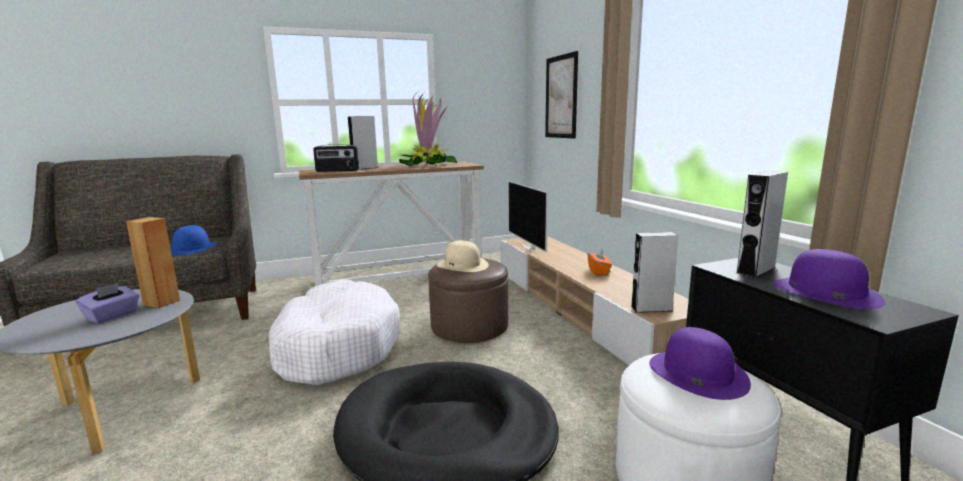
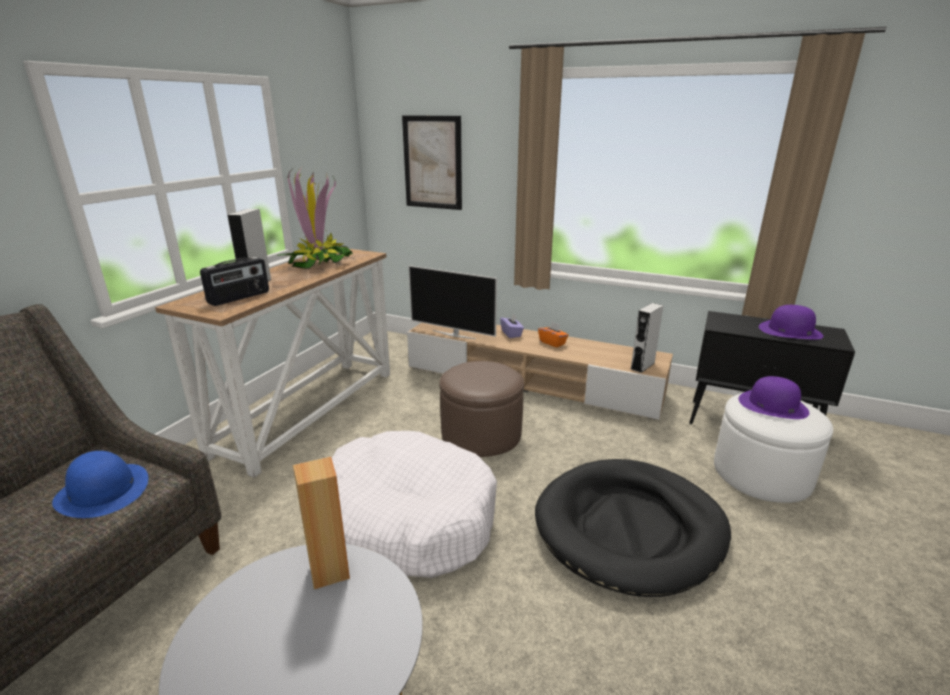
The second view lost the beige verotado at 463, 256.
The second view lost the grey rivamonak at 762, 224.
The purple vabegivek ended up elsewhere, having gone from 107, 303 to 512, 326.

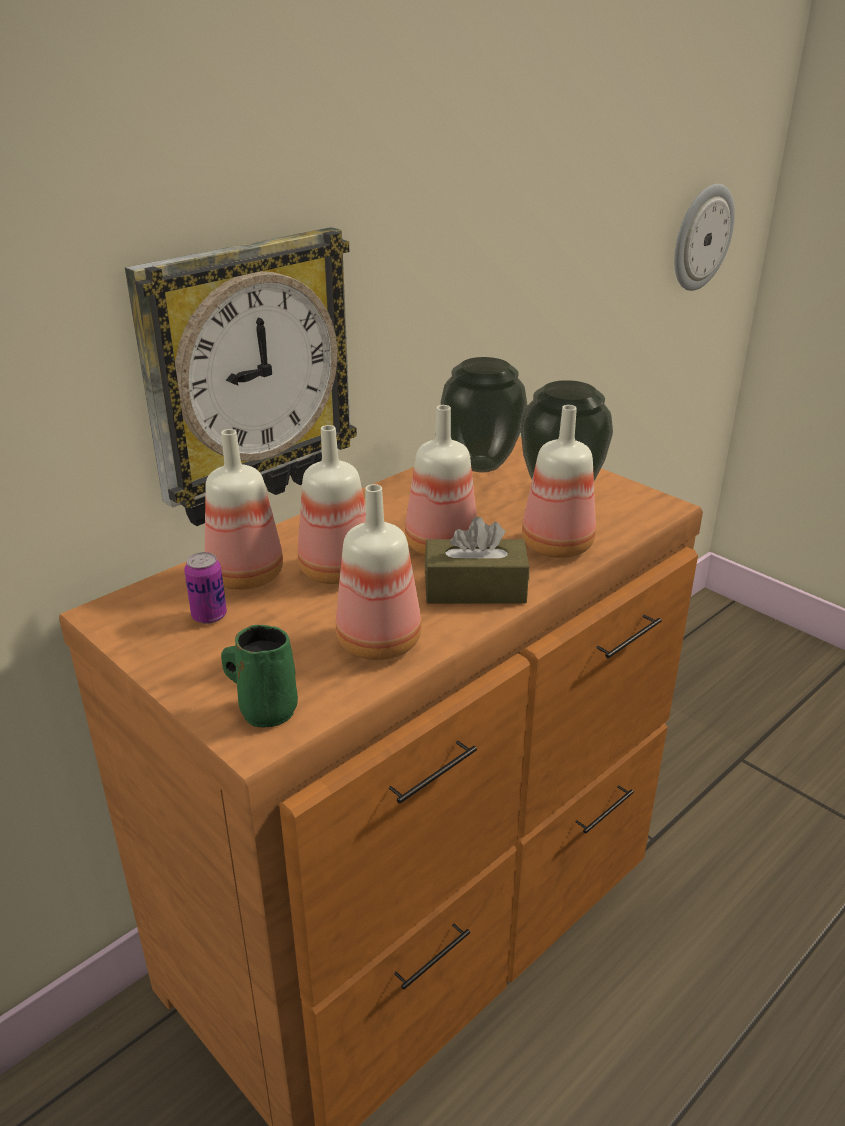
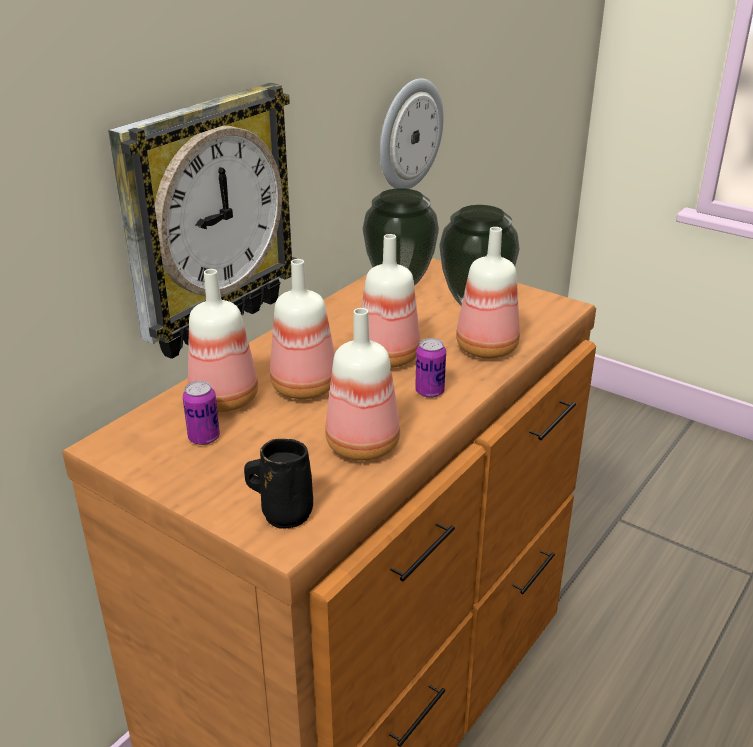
The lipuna ended up elsewhere, having gone from 704, 237 to 412, 133.
Where the brown vabegivek stood at 477, 560, the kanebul came to stand at 430, 368.
What was the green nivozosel at 259, 676 turned into the black nivozosel at 278, 484.

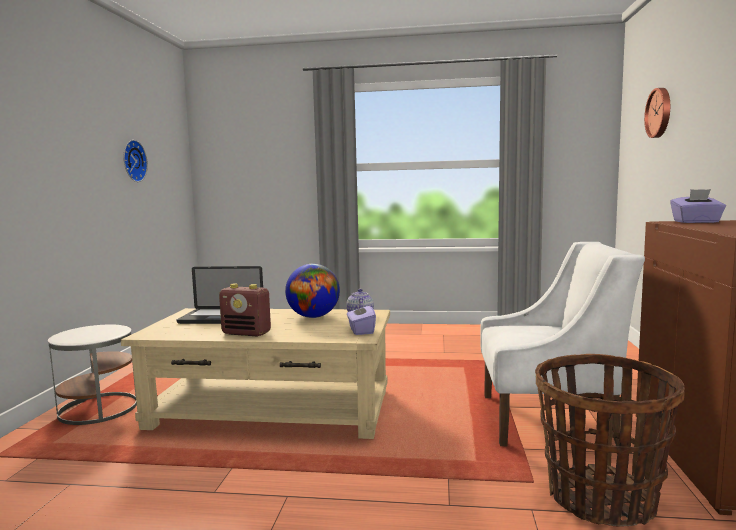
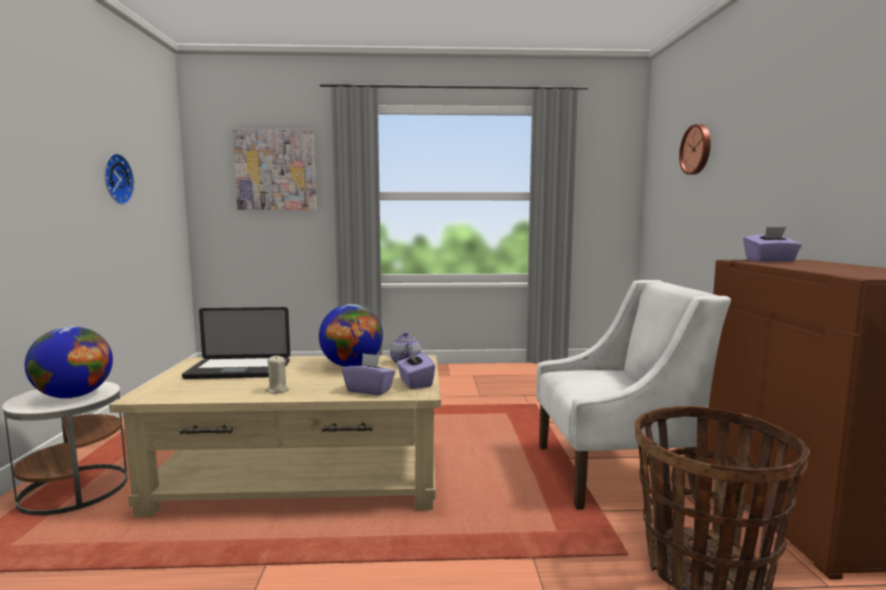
The second view gained the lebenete at 69, 362.
The second view gained the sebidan at 275, 169.
The second view gained the purple vabegivek at 368, 374.
Where the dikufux stood at 245, 310, the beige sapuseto came to stand at 277, 375.

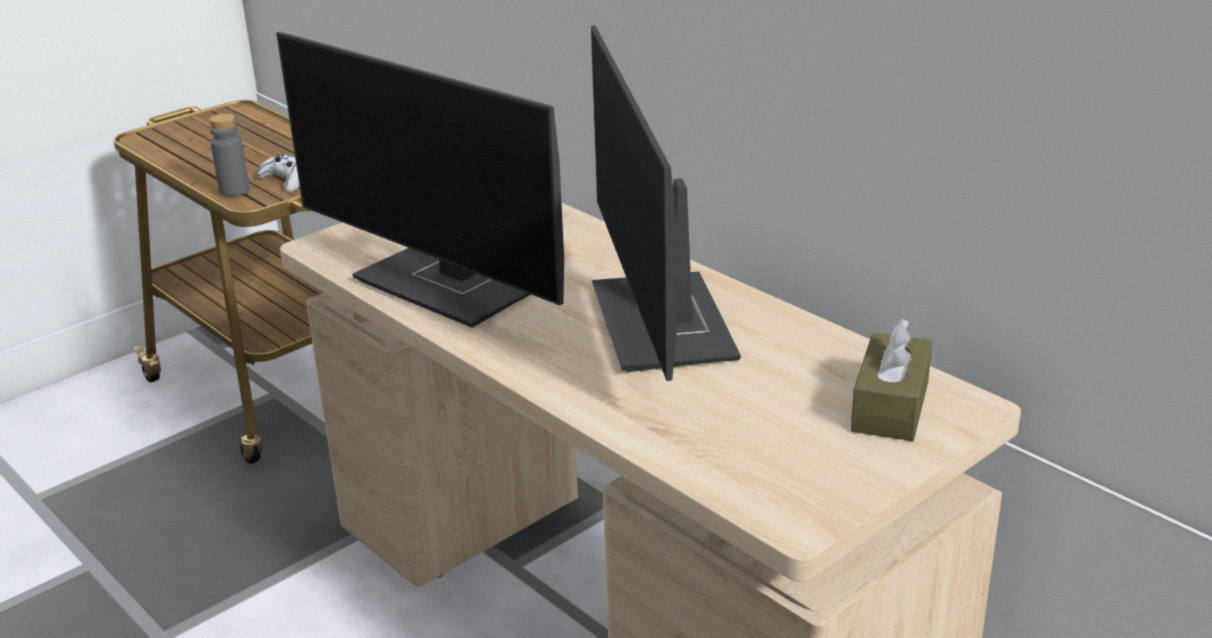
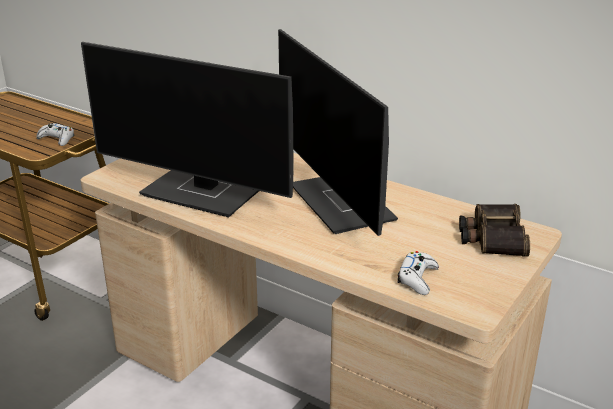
The second view lost the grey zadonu at 229, 154.
The second view gained the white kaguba at 418, 273.
Where the brown vabegivek stood at 891, 379, the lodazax came to stand at 494, 230.

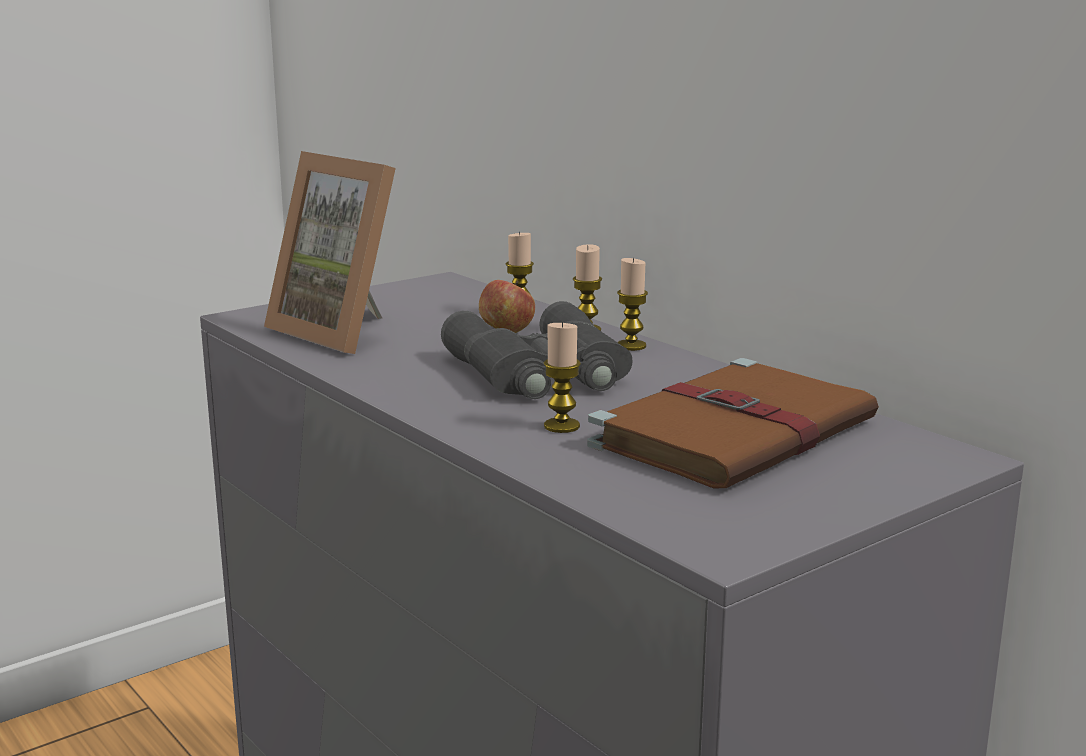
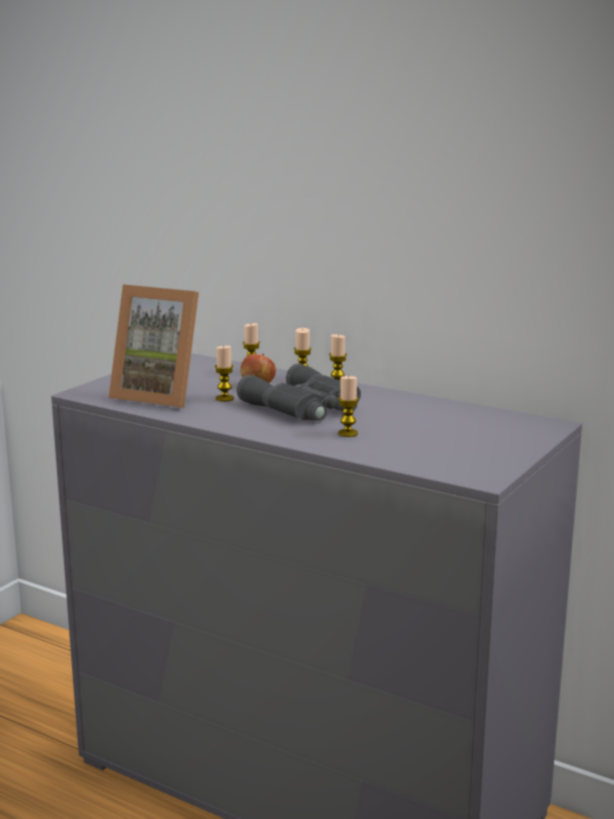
The second view lost the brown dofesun at 733, 423.
The second view gained the sapuseto at 224, 373.

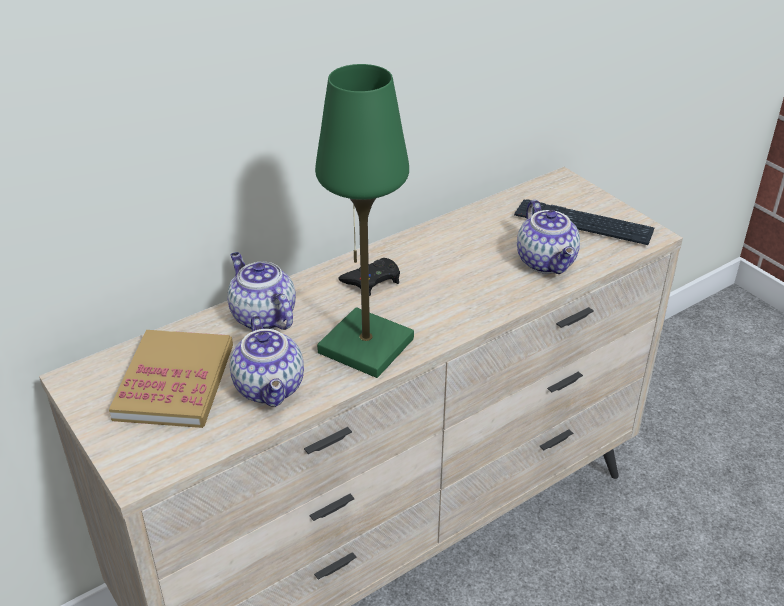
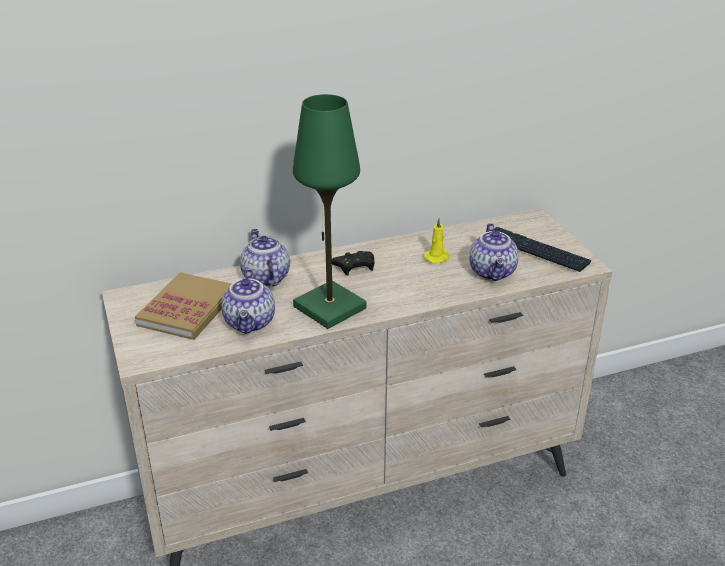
The second view gained the yellow sapuseto at 436, 241.

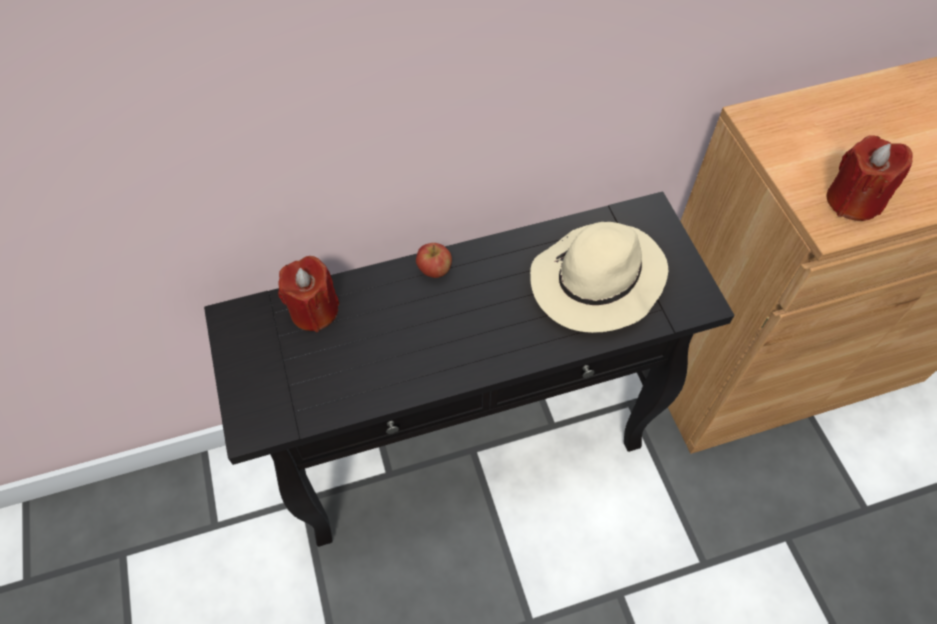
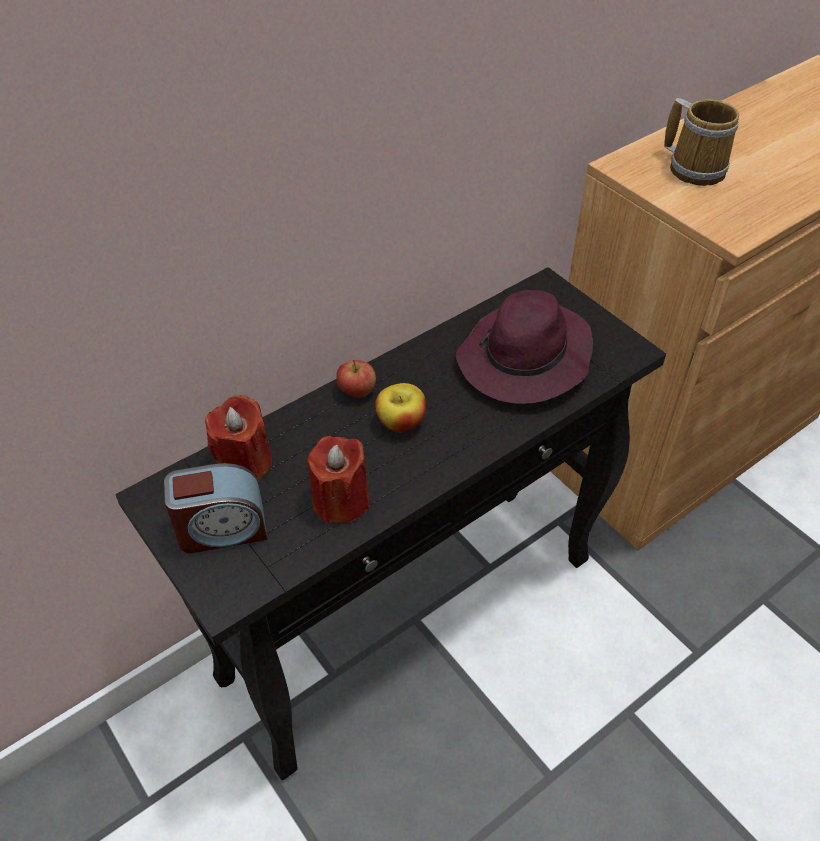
The second view gained the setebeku at 215, 508.
The second view gained the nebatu at 400, 408.
The second view gained the nivozosel at 701, 142.
The red sapuseto ended up elsewhere, having gone from 870, 178 to 338, 480.
What was the beige verotado at 599, 277 turned into the purple verotado at 524, 347.

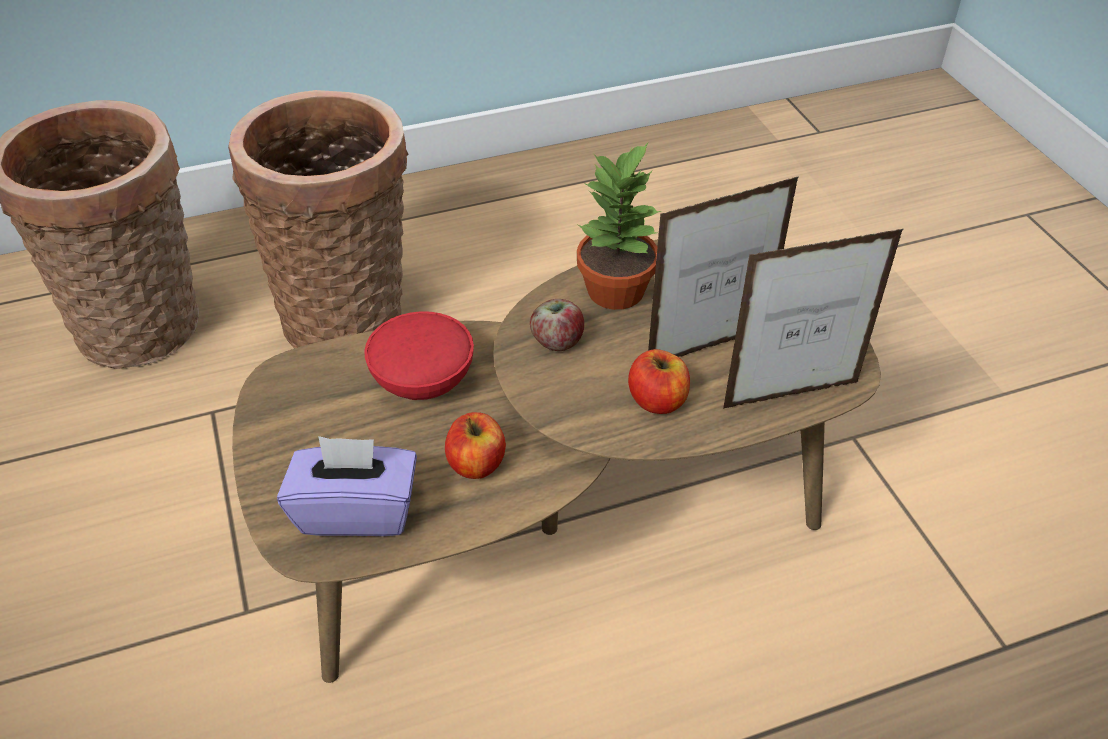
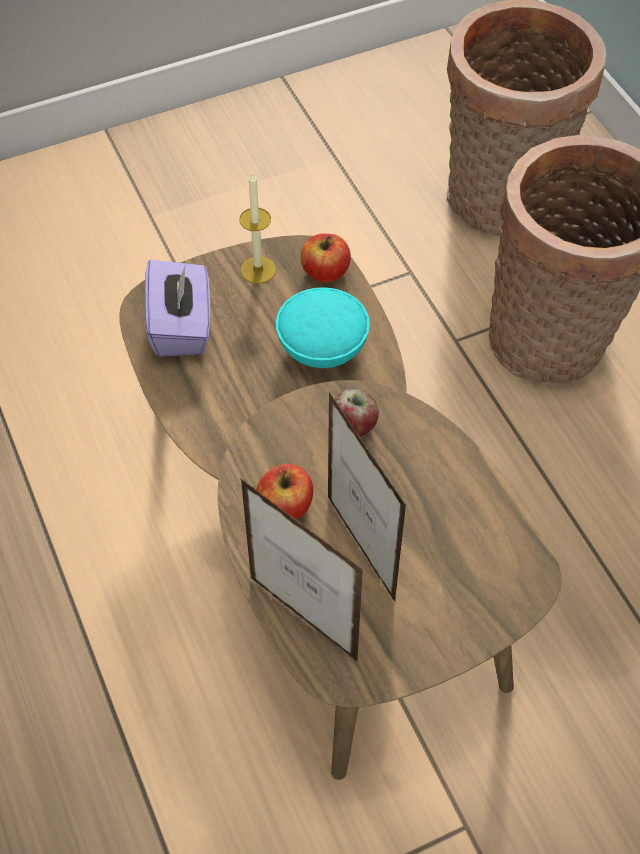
The second view lost the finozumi at 619, 226.
The second view gained the sapuseto at 257, 228.
The nebatu ended up elsewhere, having gone from 475, 445 to 326, 258.
What was the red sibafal at 419, 355 turned into the turquoise sibafal at 323, 327.
The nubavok at 813, 318 ended up facing another way, 150 degrees clockwise from before.

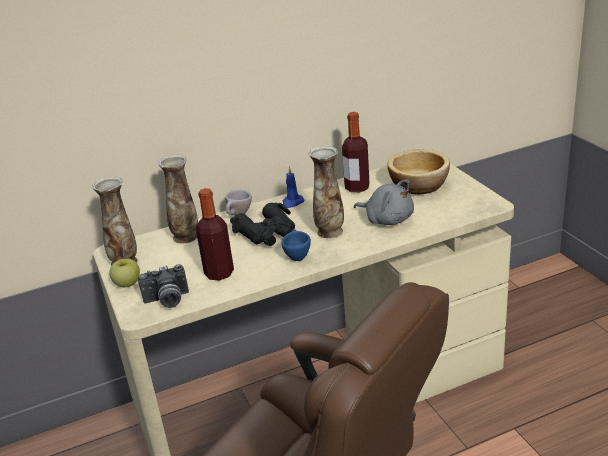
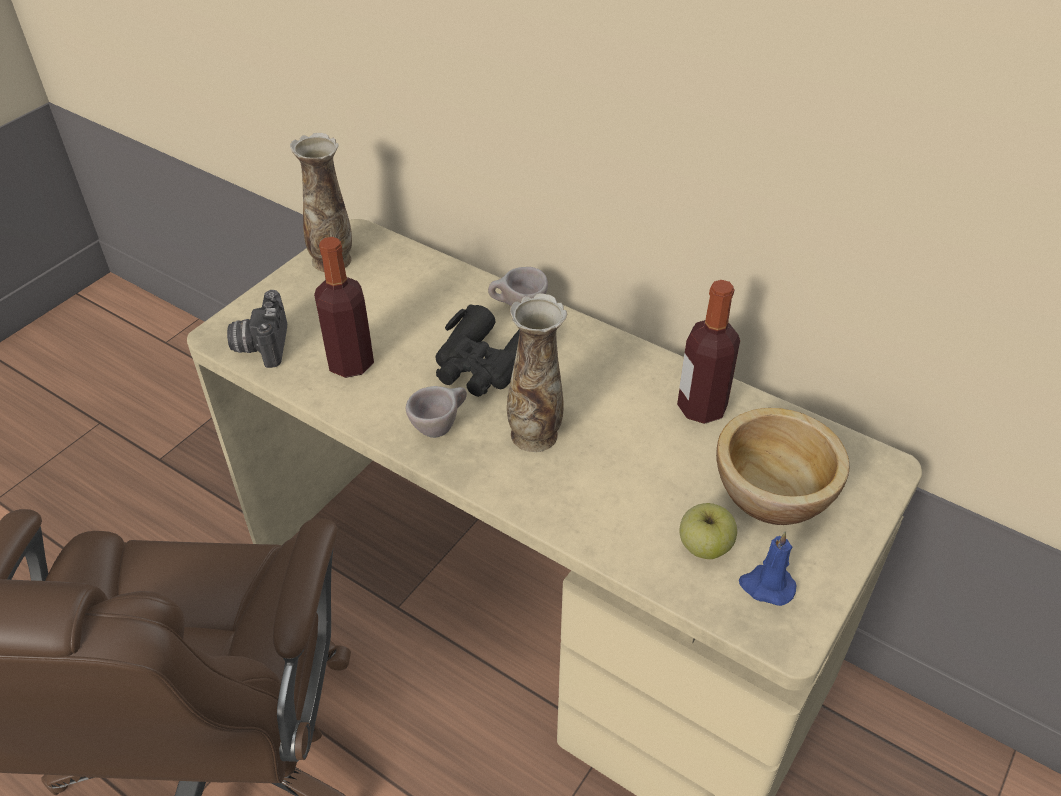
The second view lost the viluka at 178, 199.
The second view lost the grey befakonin at 384, 202.
The nebatu ended up elsewhere, having gone from 124, 272 to 708, 531.
The blue sapuseto ended up elsewhere, having gone from 293, 187 to 767, 569.
What was the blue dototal at 296, 245 turned into the beige dototal at 436, 412.
The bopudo at 163, 286 ended up facing another way, 45 degrees clockwise from before.

